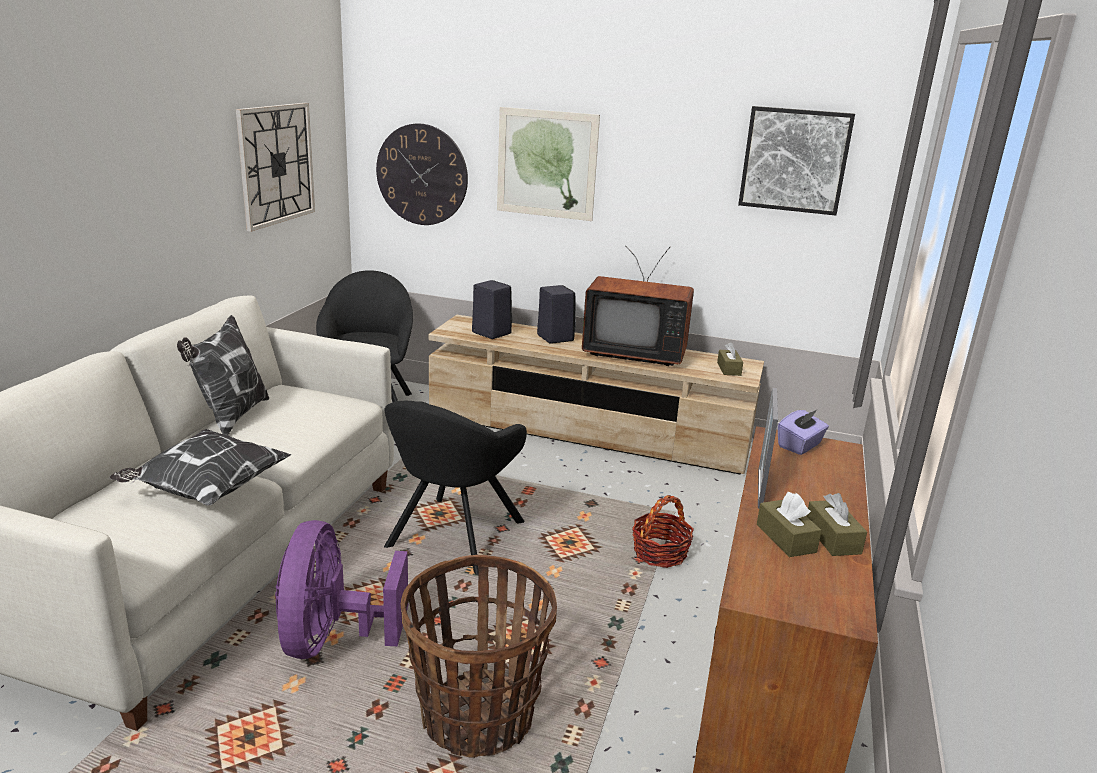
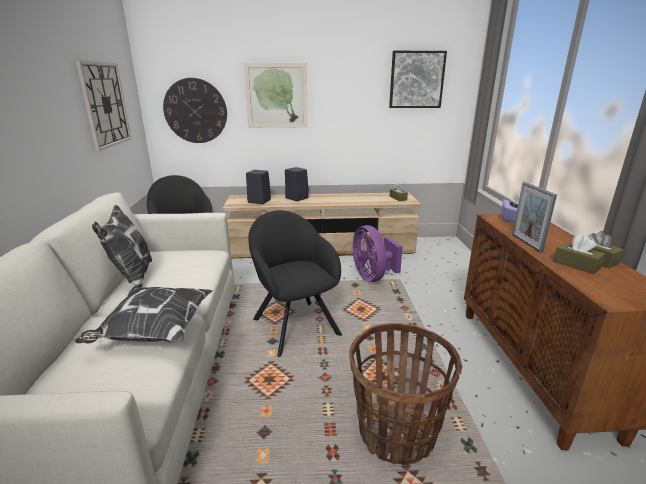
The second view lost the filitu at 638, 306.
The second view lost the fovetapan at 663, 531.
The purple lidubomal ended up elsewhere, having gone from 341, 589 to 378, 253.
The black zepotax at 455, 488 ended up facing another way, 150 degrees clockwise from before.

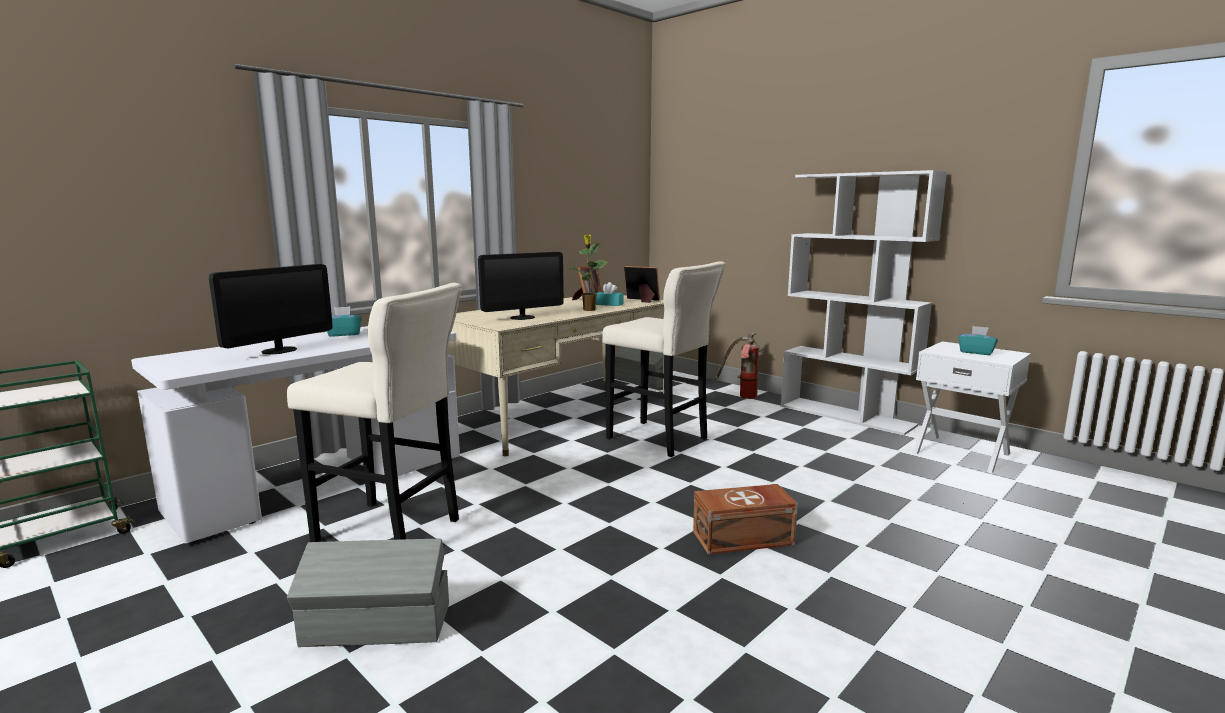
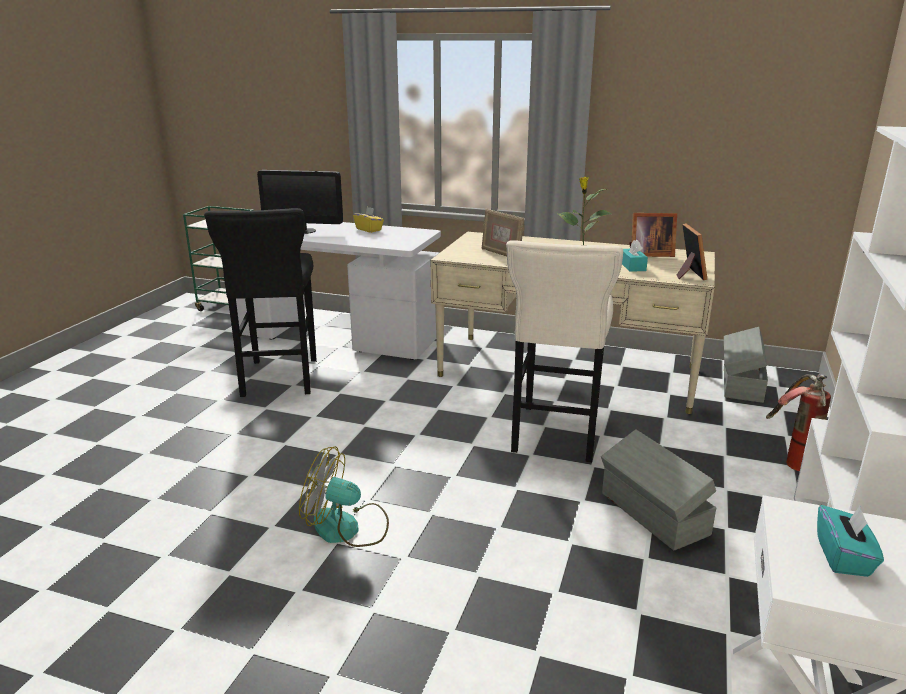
The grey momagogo ended up elsewhere, having gone from 368, 593 to 658, 489.
Where the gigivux stood at 521, 286, the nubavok came to stand at 503, 232.
Where the brown momagogo stood at 745, 519, the lidubomal came to stand at 344, 496.
What was the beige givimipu at 374, 412 turned into the black givimipu at 260, 302.
What was the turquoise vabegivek at 344, 321 turned into the yellow vabegivek at 368, 220.

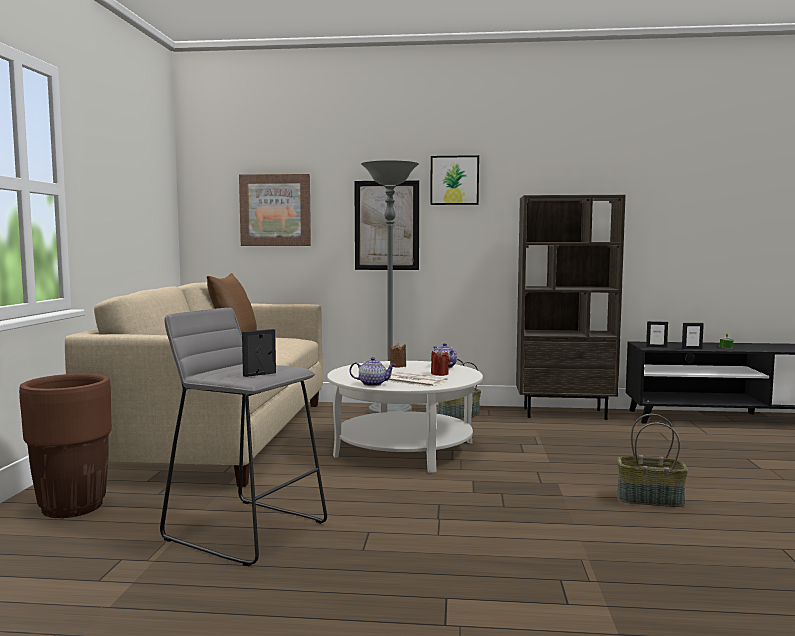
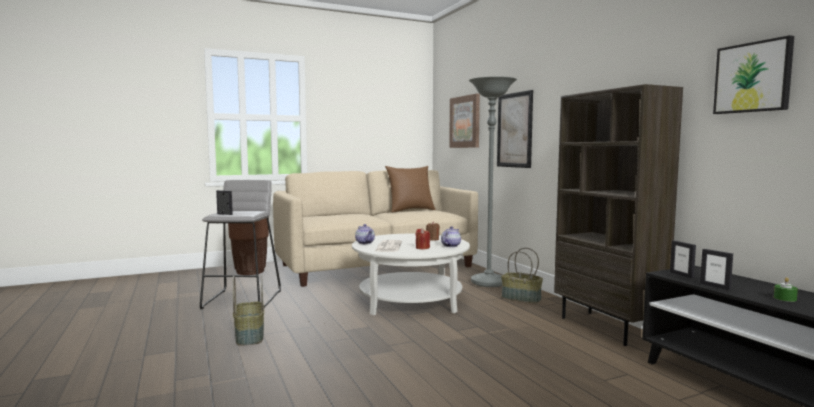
The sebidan ended up elsewhere, having gone from 454, 180 to 753, 74.
The fovetapan ended up elsewhere, having gone from 652, 460 to 248, 310.

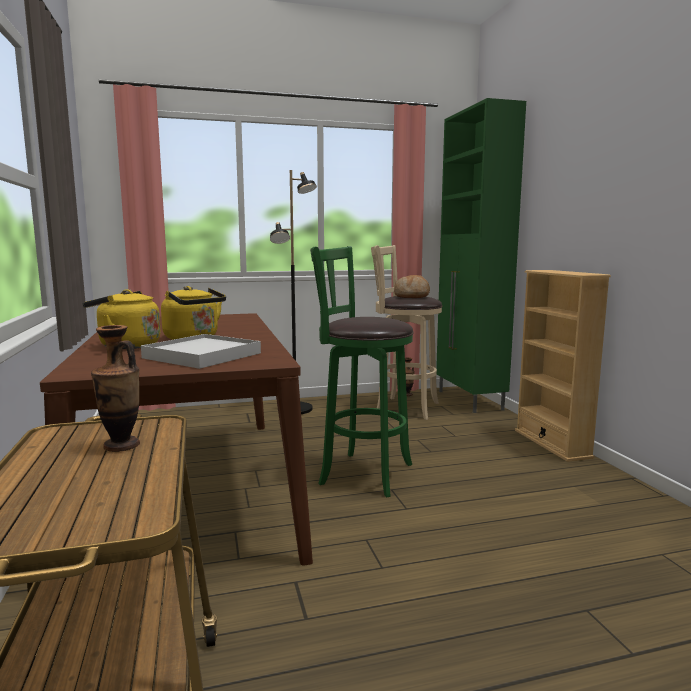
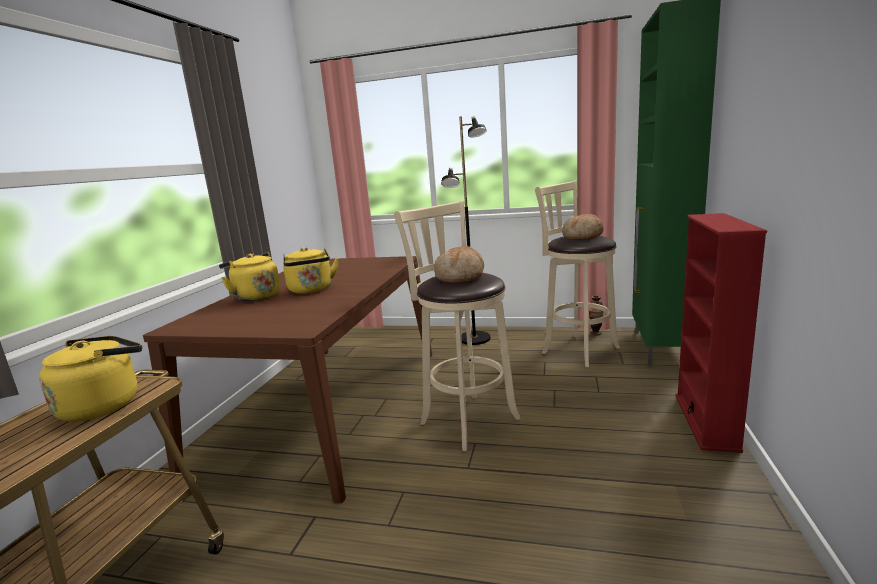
The second view lost the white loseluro at 201, 351.
The second view gained the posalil at 459, 264.
Where the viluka stood at 115, 388, the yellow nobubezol came to stand at 90, 379.
What was the green givimipu at 362, 371 turned into the beige givimipu at 457, 325.
What was the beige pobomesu at 563, 366 turned into the red pobomesu at 721, 333.

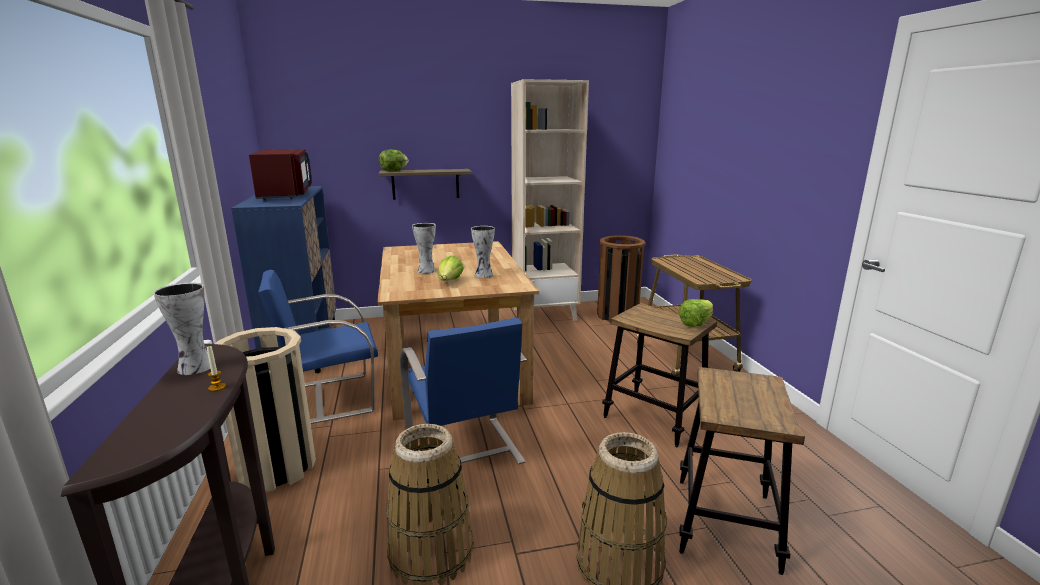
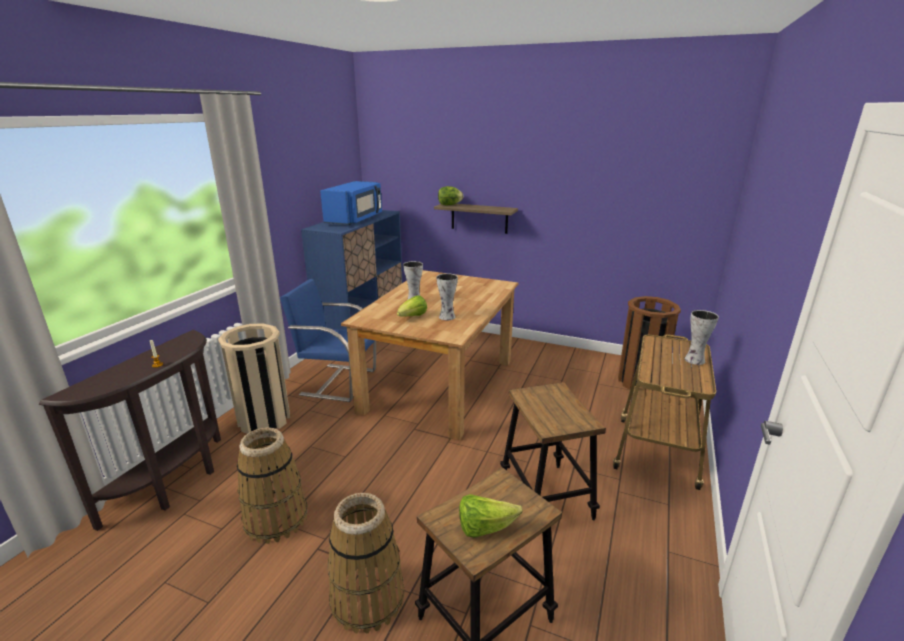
The second view lost the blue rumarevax at 463, 391.
The second view lost the beige pobomesu at 550, 200.
The viluka ended up elsewhere, having gone from 182, 329 to 701, 337.
The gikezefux ended up elsewhere, having gone from 695, 313 to 491, 516.
What was the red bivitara at 280, 174 turned into the blue bivitara at 351, 203.

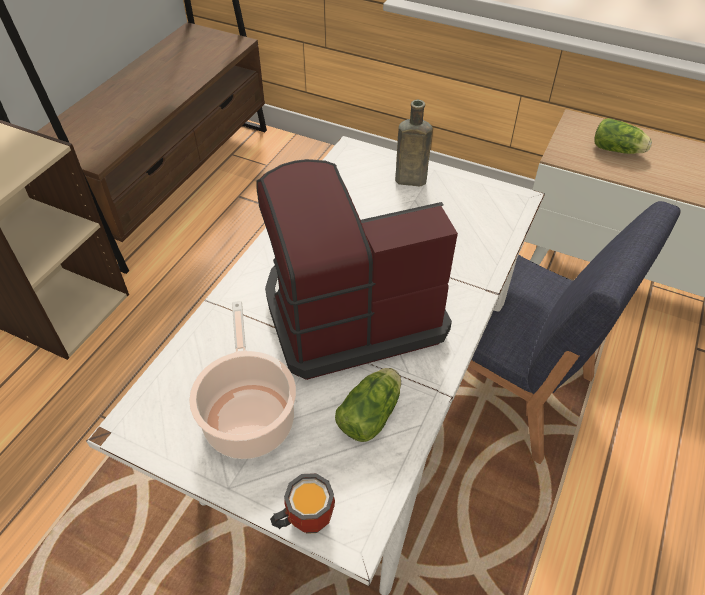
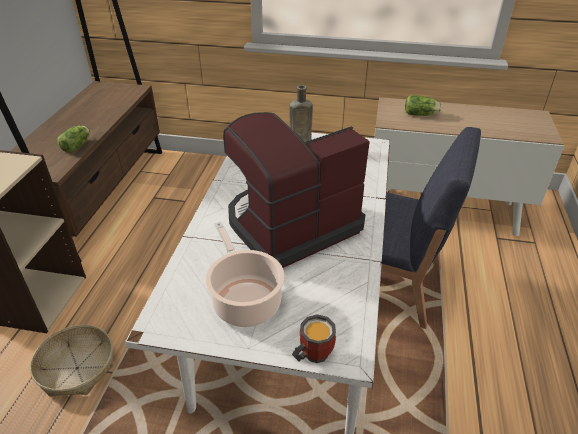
The second view gained the fovetapan at 71, 361.
The gikezefux ended up elsewhere, having gone from 368, 405 to 73, 139.

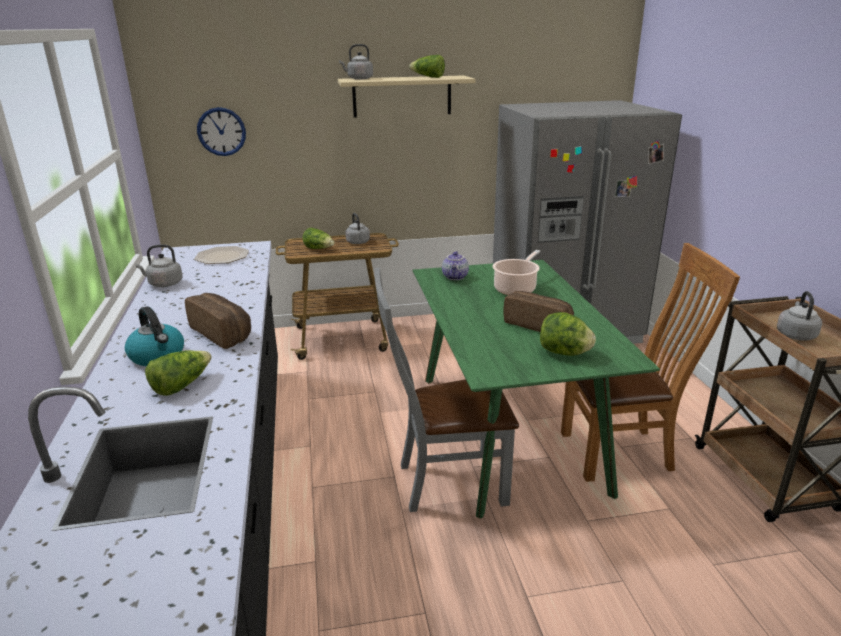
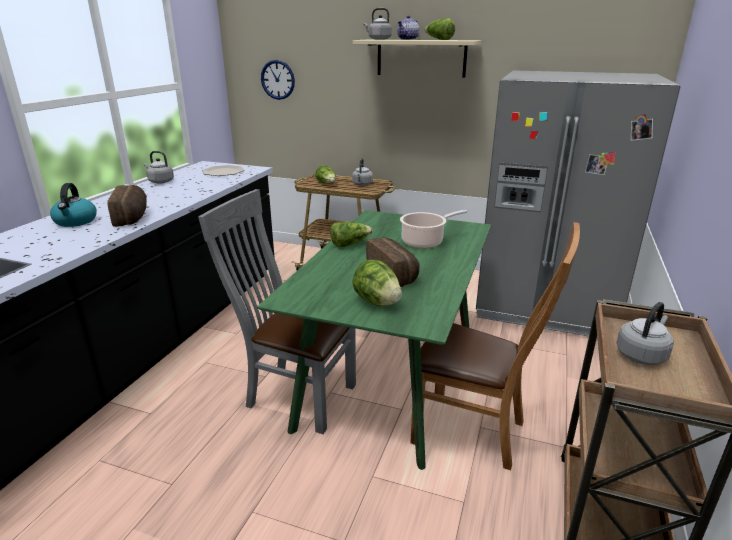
The gikezefux ended up elsewhere, having gone from 178, 373 to 351, 234.
The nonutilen ended up elsewhere, having gone from 455, 265 to 408, 28.

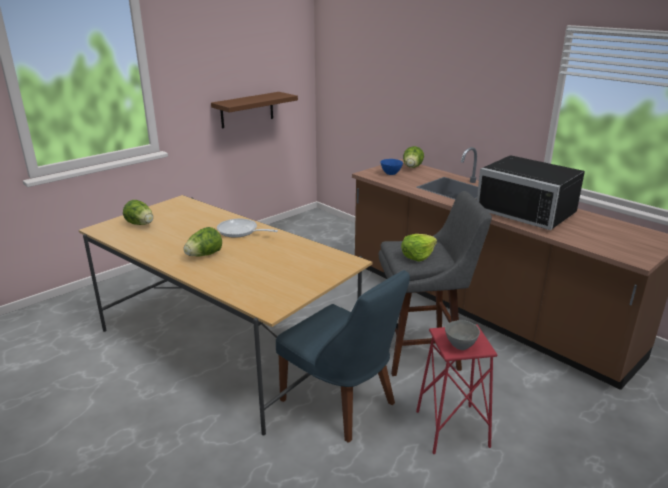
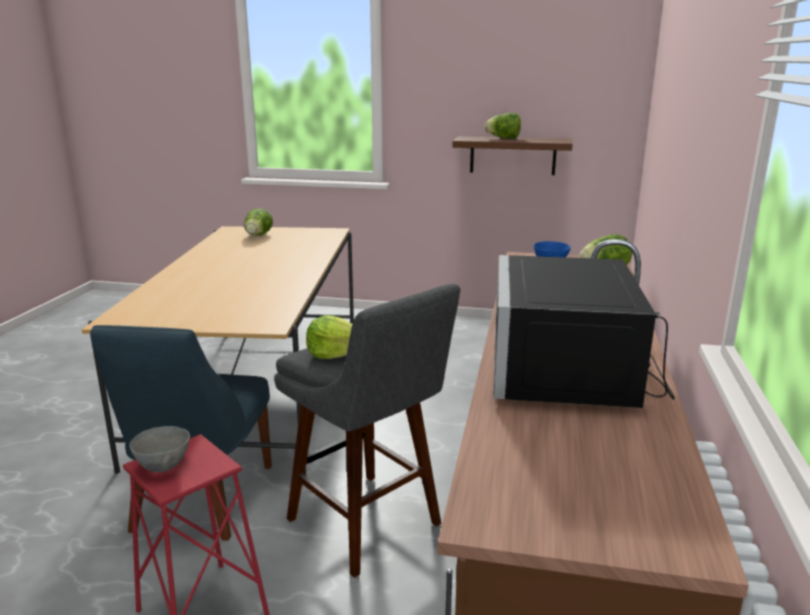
The second view lost the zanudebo at 247, 228.
The gikezefux ended up elsewhere, having gone from 203, 241 to 502, 126.

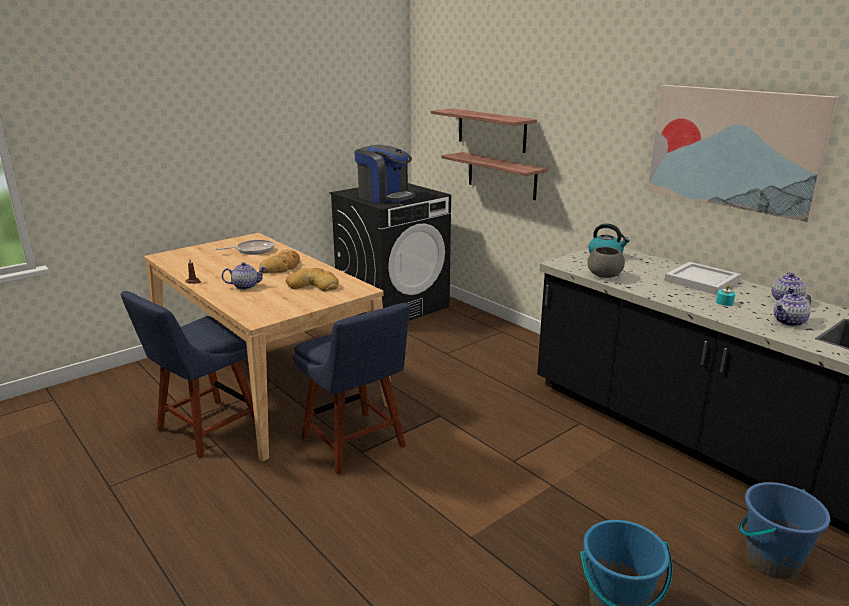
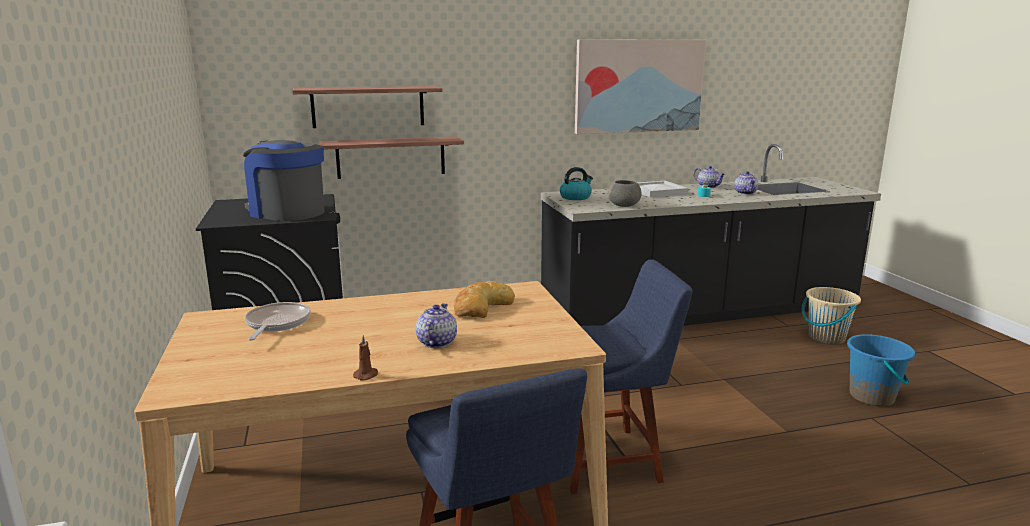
The second view lost the posalil at 279, 261.
What was the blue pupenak at 784, 530 turned into the beige pupenak at 831, 316.
The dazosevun at 385, 173 ended up facing another way, 120 degrees counterclockwise from before.

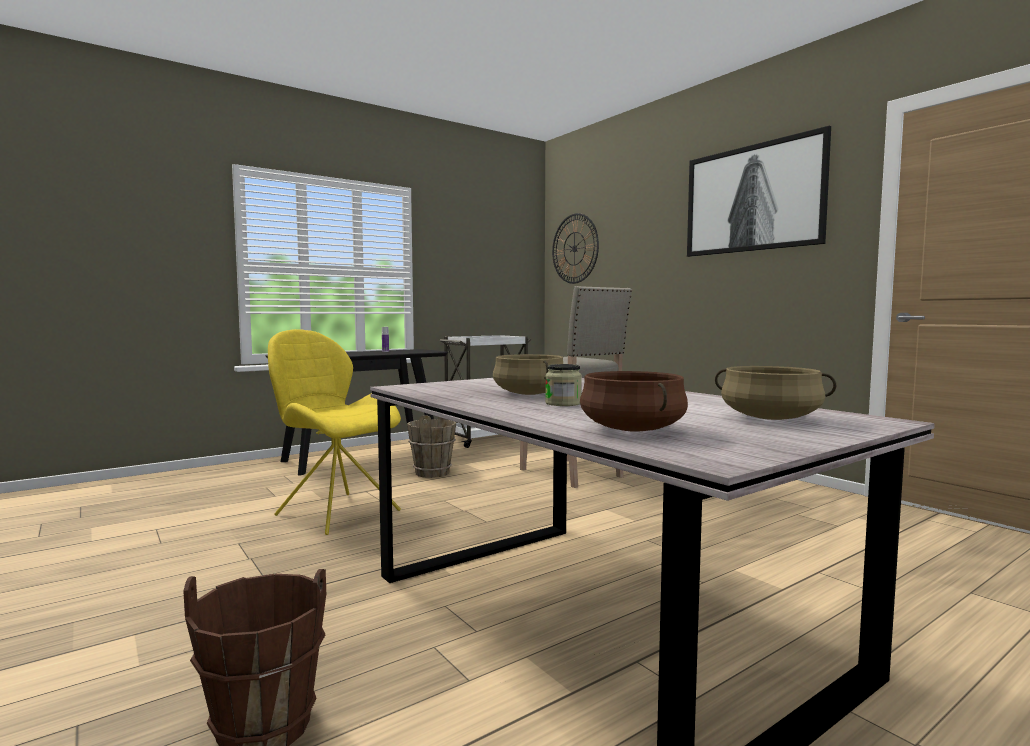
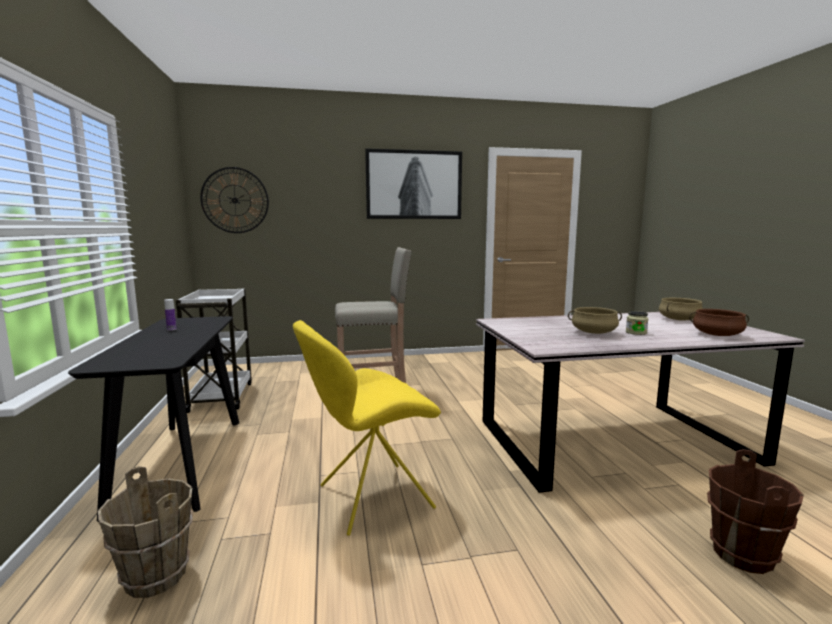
The brown pupenak ended up elsewhere, having gone from 431, 446 to 145, 532.

